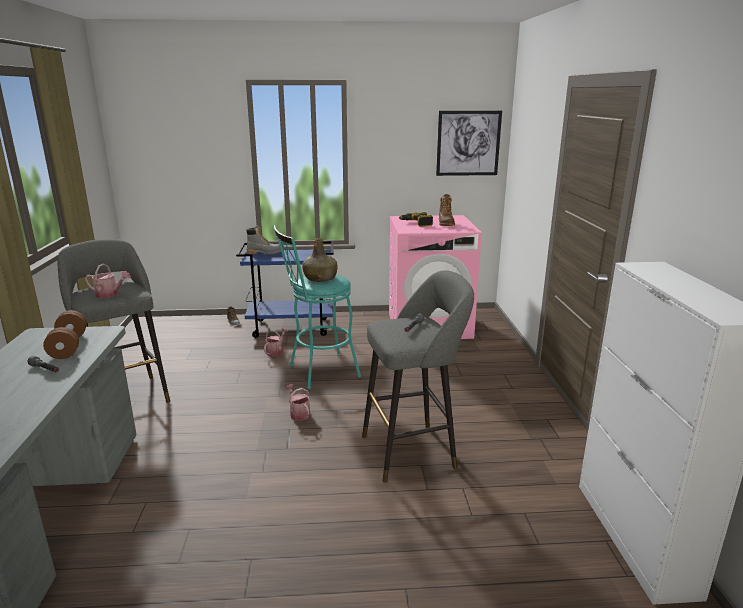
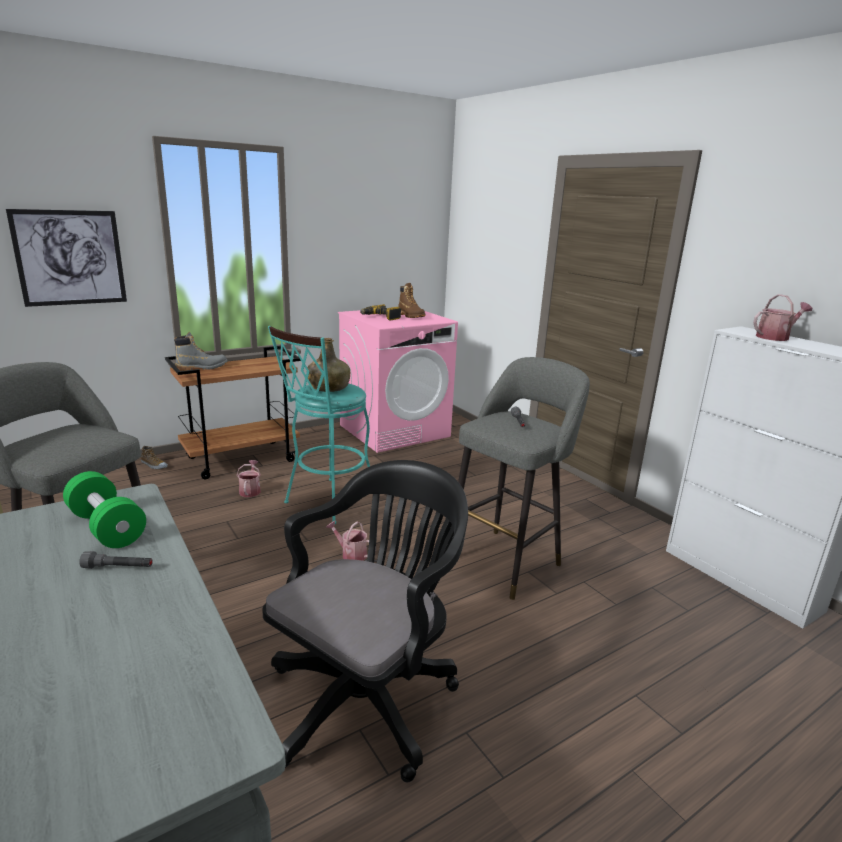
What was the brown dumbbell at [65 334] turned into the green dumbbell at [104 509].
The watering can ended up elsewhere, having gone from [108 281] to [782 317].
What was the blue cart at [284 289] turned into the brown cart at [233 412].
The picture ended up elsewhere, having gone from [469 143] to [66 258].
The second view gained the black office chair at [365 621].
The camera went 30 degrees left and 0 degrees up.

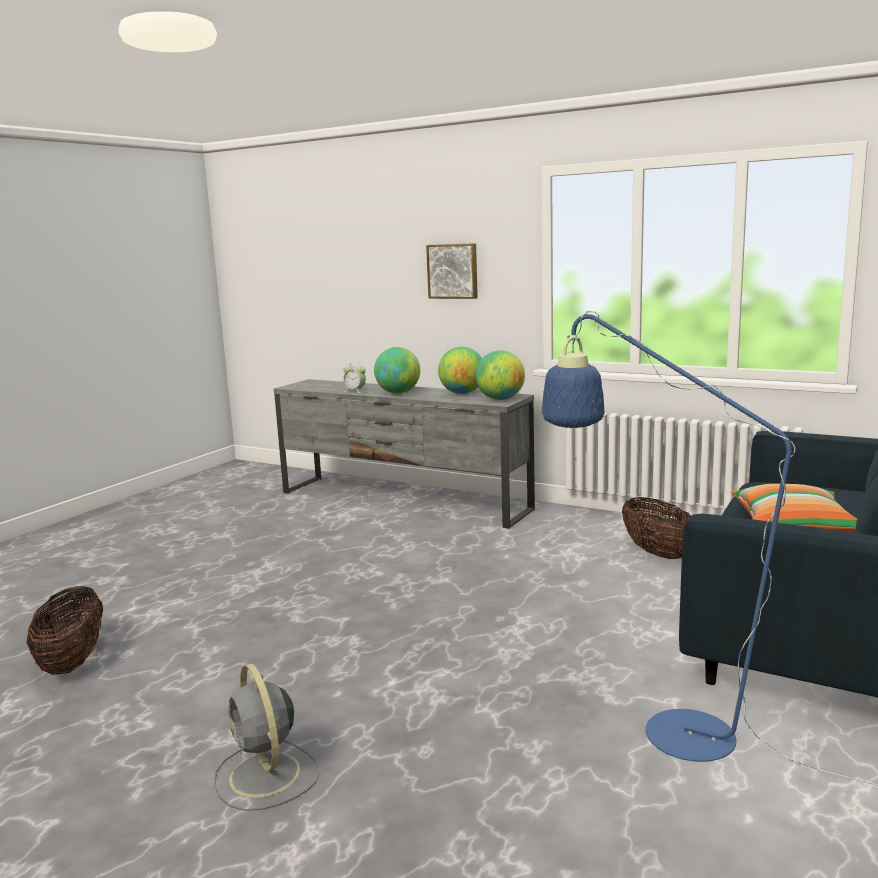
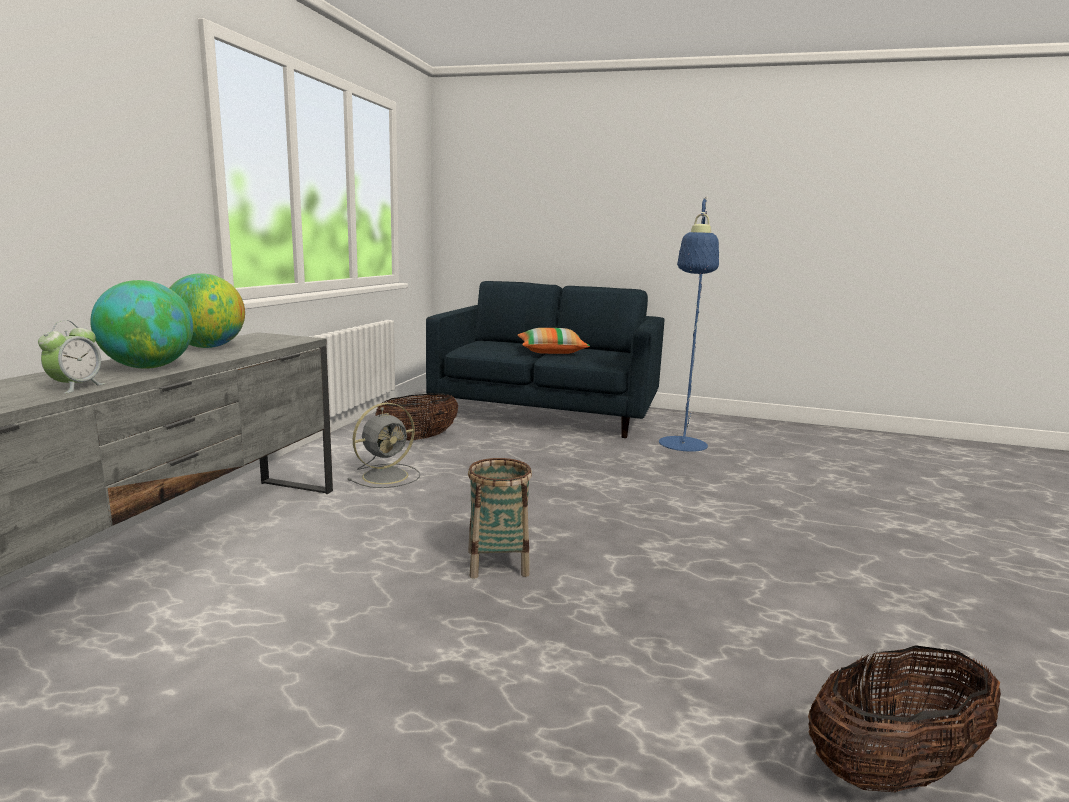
The grey fan ended up elsewhere, having gone from [267 737] to [384 445].
The second view lost the picture at [452 271].
The second view lost the globe at [500 375].
The second view gained the basket at [500 518].
The camera went 105 degrees left and 0 degrees up.

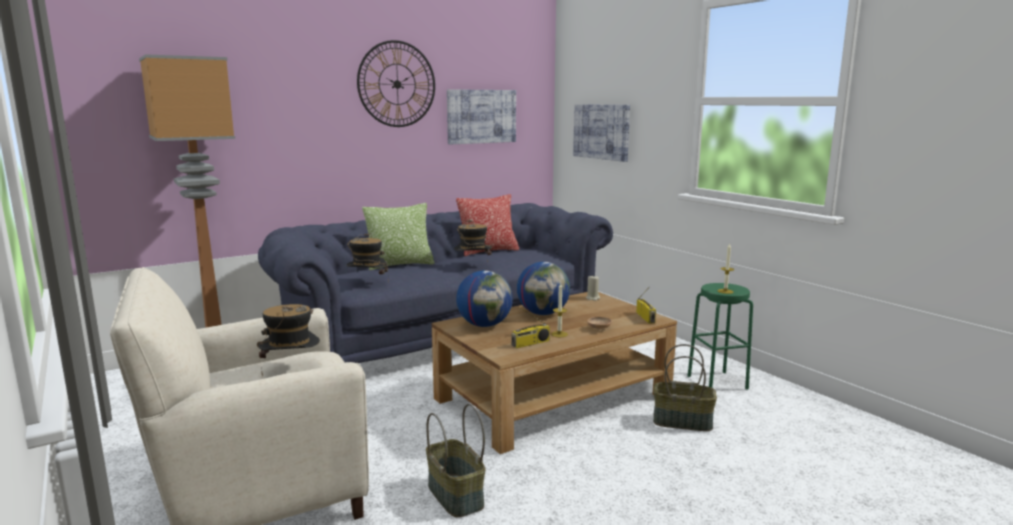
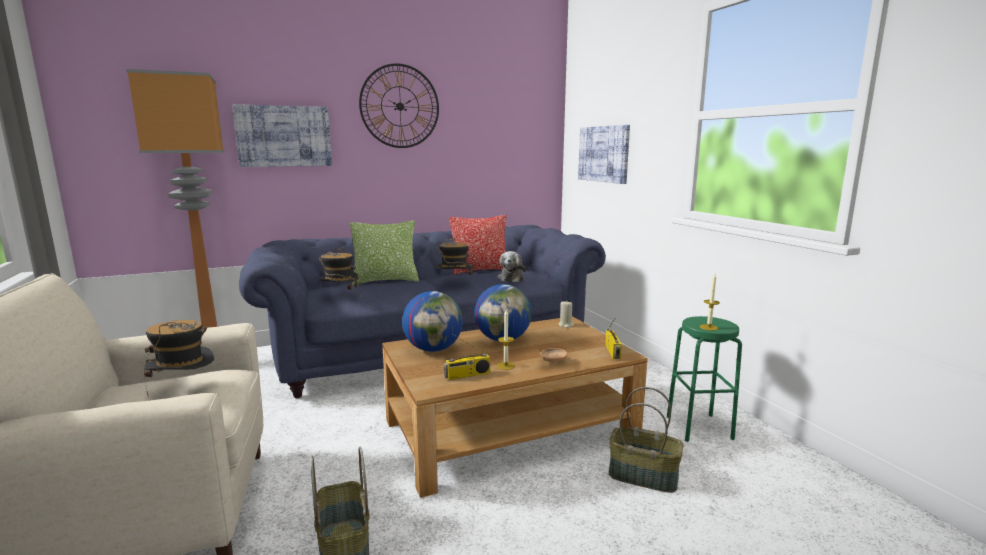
The picture ended up elsewhere, having gone from [481 116] to [282 135].
The second view gained the plush toy at [512 266].
The camera went 10 degrees right and 0 degrees up.

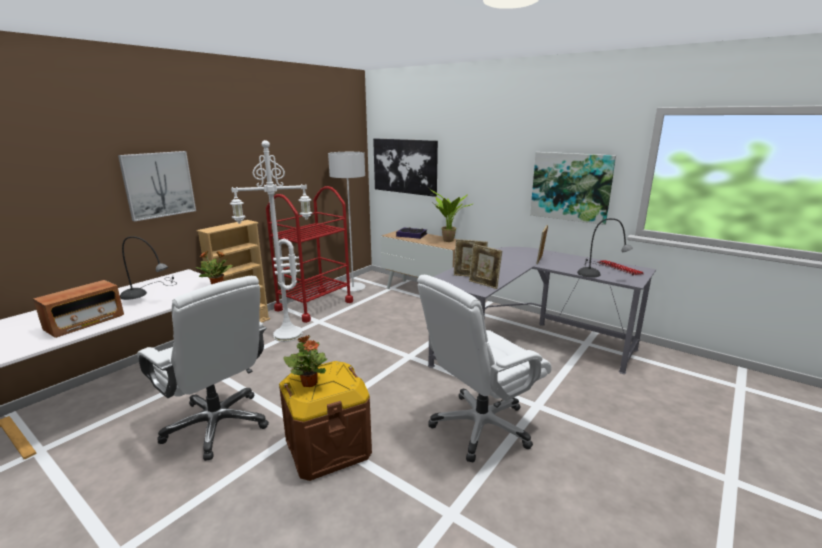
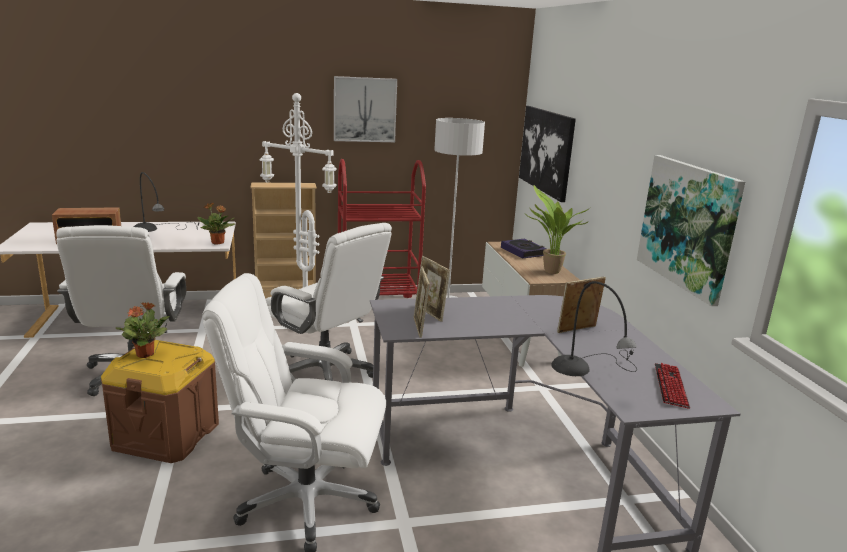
The picture ended up elsewhere, having gone from [157 186] to [365 109].
The second view gained the white office chair at [329 302].
The camera went 40 degrees right and 0 degrees up.

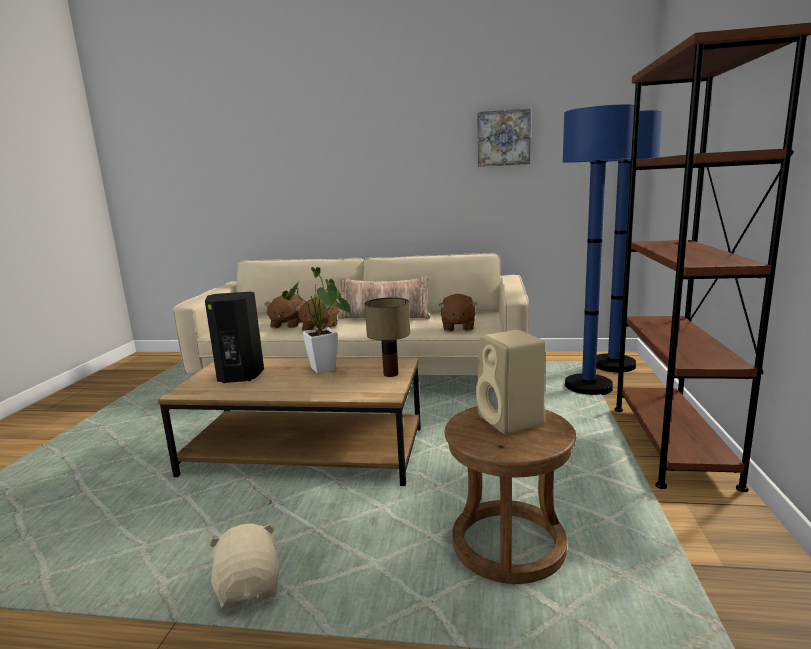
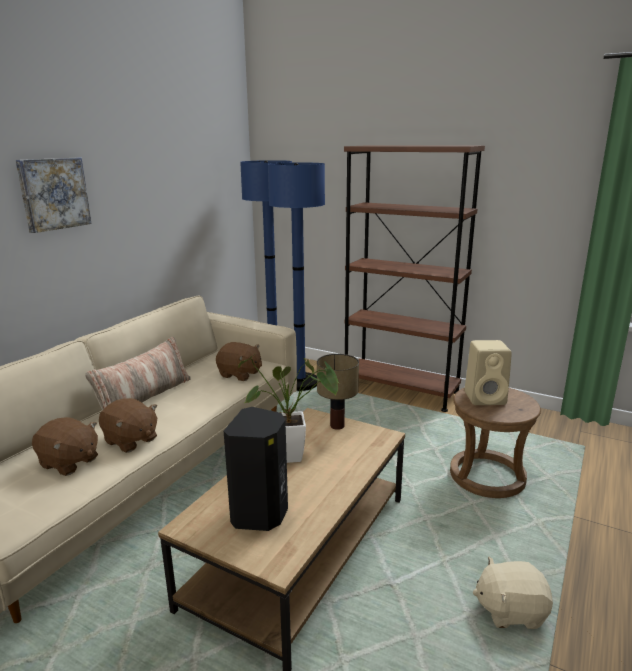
The picture ended up elsewhere, having gone from [504 137] to [53 195].
The camera went 70 degrees left and 5 degrees up.

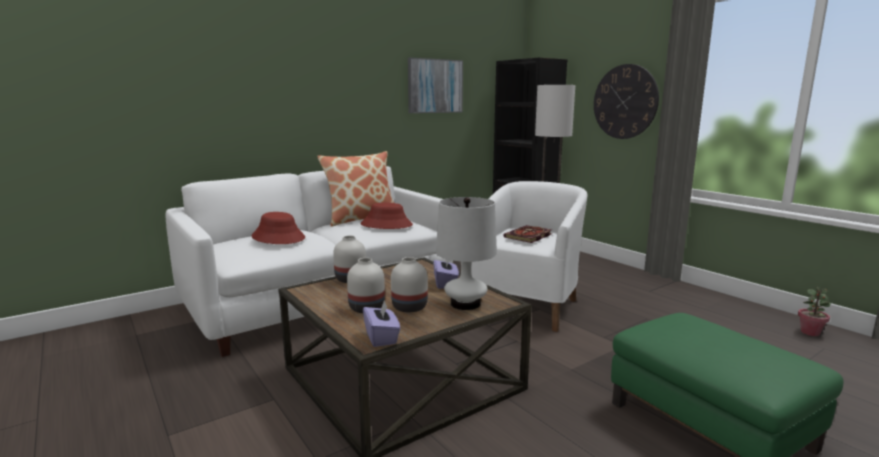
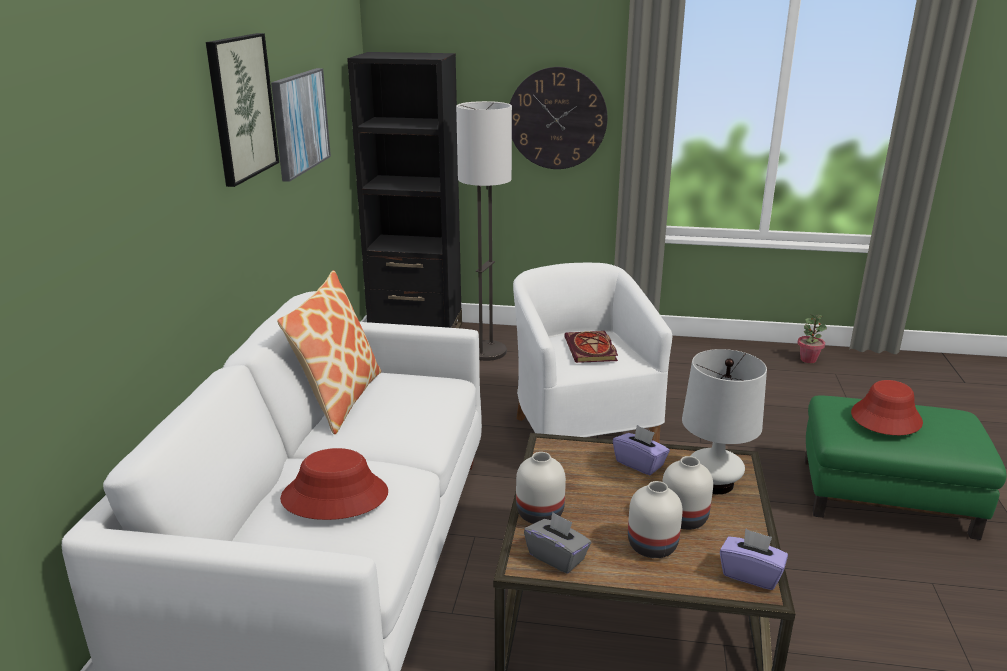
The red hat ended up elsewhere, having gone from [387 216] to [887 407].
The second view gained the picture at [242 110].
The second view gained the grey tissue box at [557 543].
The camera went 45 degrees left and 10 degrees up.

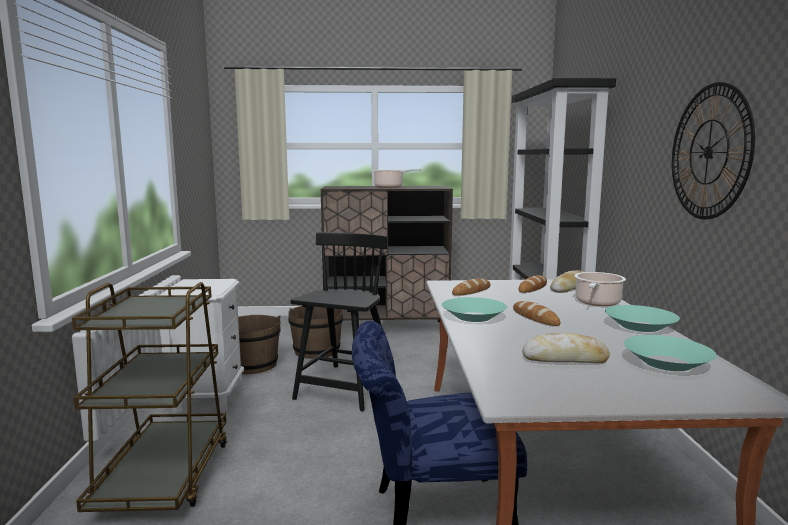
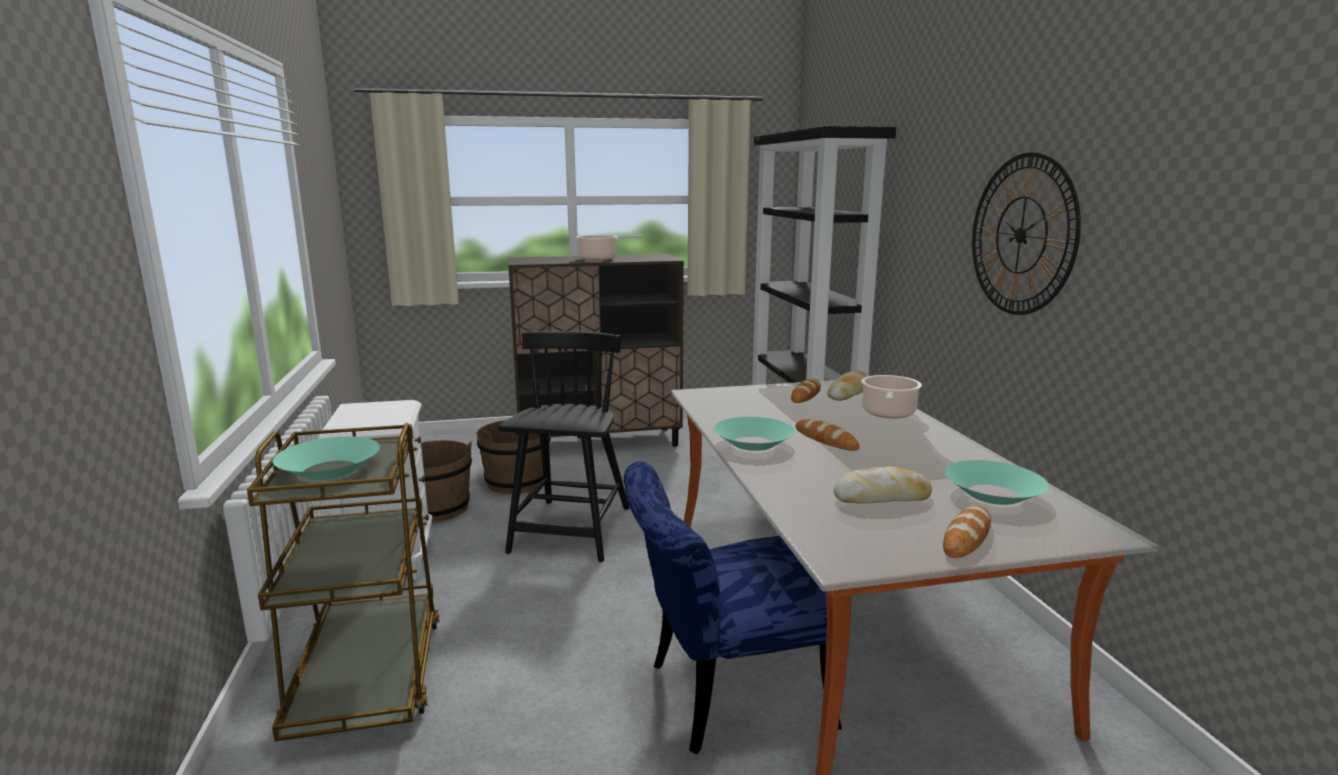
The bread ended up elsewhere, having gone from [471 287] to [967 532].
The turquoise bowl ended up elsewhere, having gone from [642 318] to [326 458].
The camera went 10 degrees left and 5 degrees up.

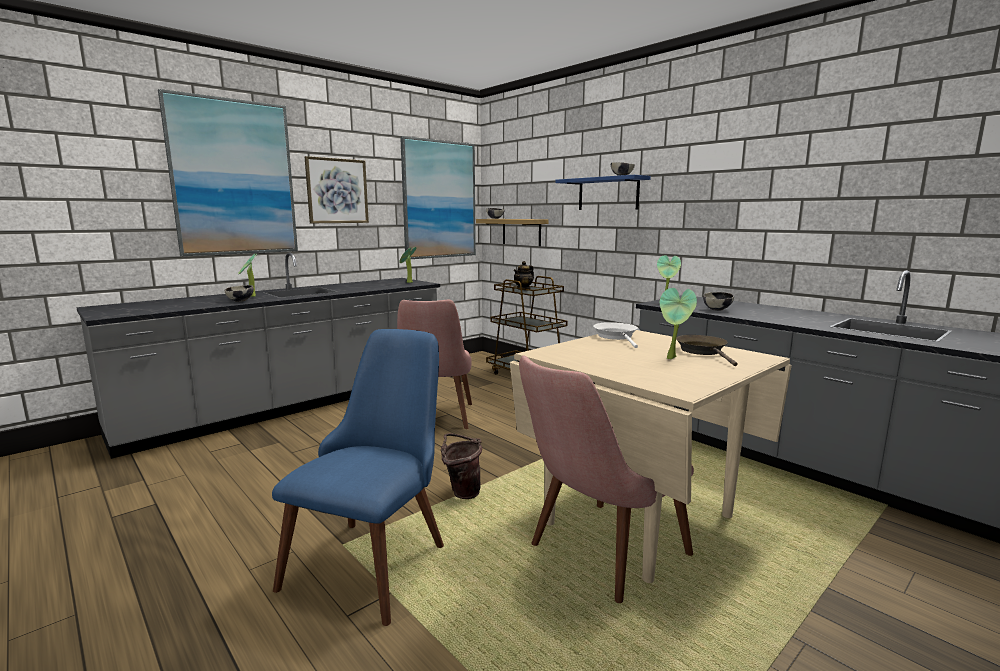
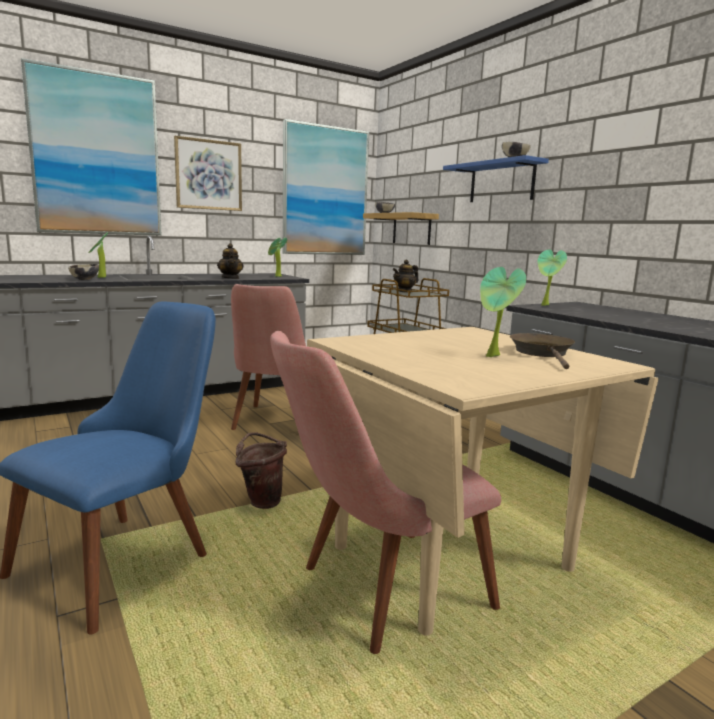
The second view lost the white frying pan at [615 335].
The second view lost the bowl at [718 301].
The second view gained the teapot at [230 261].
The camera went 10 degrees right and 0 degrees up.

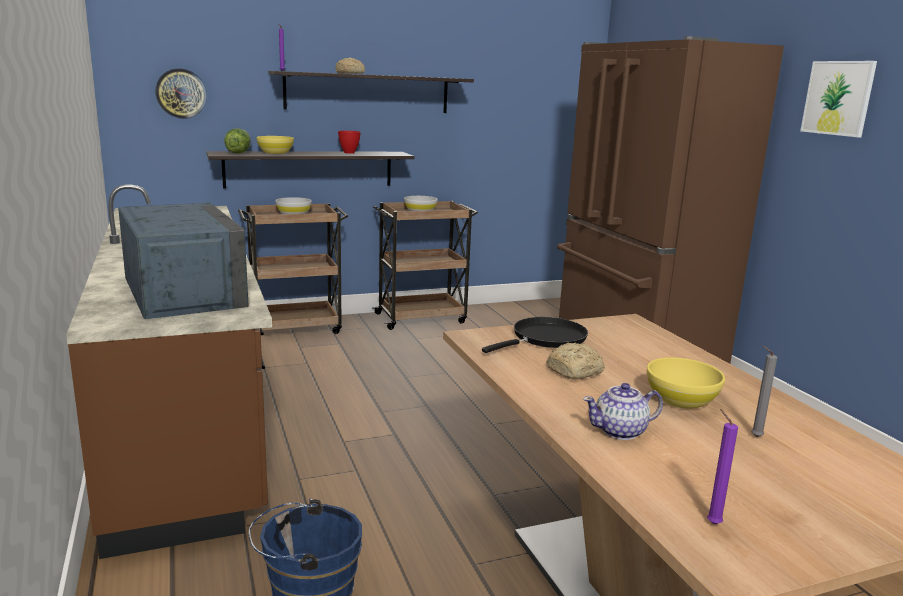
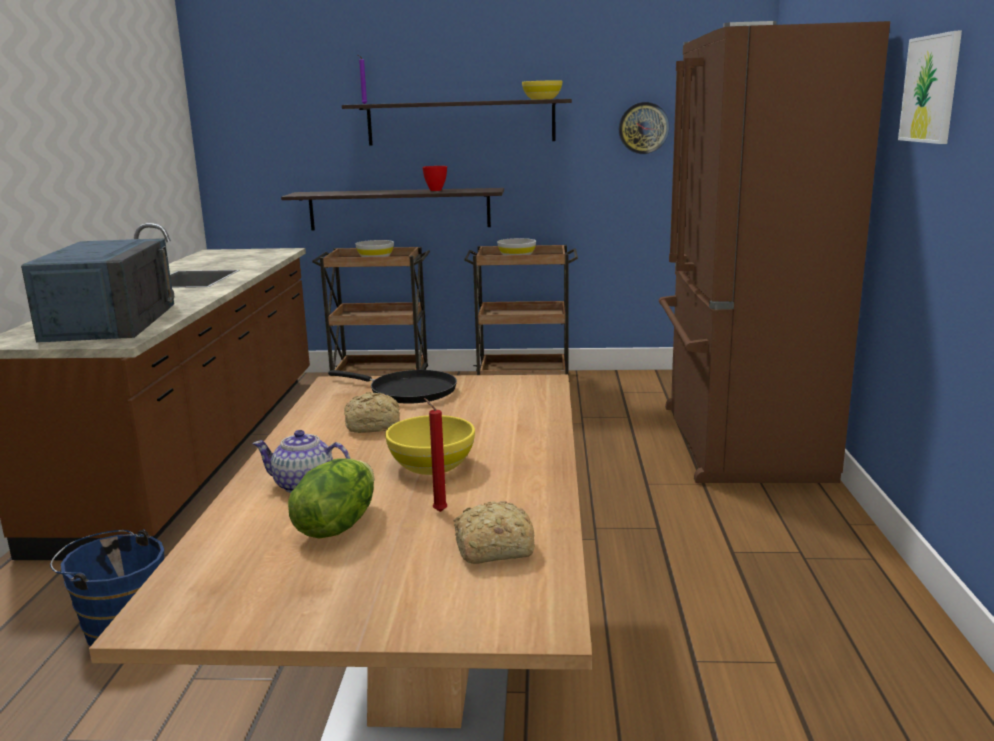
The wall clock ended up elsewhere, having gone from [181 93] to [644 128].
The lettuce ended up elsewhere, having gone from [237 140] to [331 498].
The yellow bowl ended up elsewhere, having gone from [275 145] to [542 90].
The bread ended up elsewhere, having gone from [350 65] to [494 532].
The black frying pan at [535 335] ended up facing another way, 45 degrees clockwise from before.
The second view lost the purple candle at [722 466].
What was the grey candle at [764 391] turned into the red candle at [435 455].
The camera went 25 degrees right and 0 degrees up.

